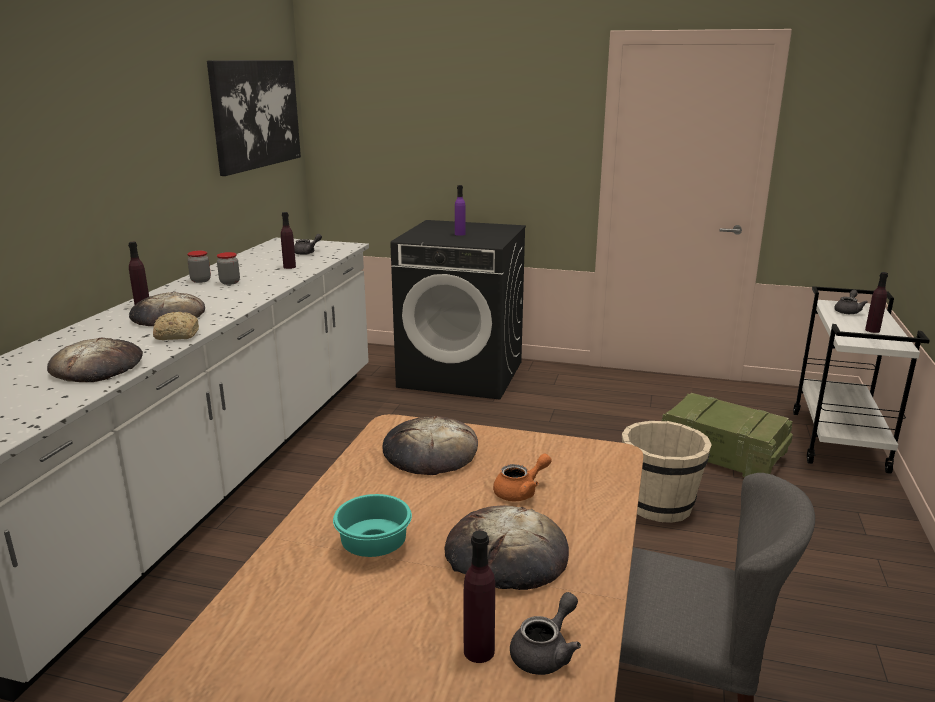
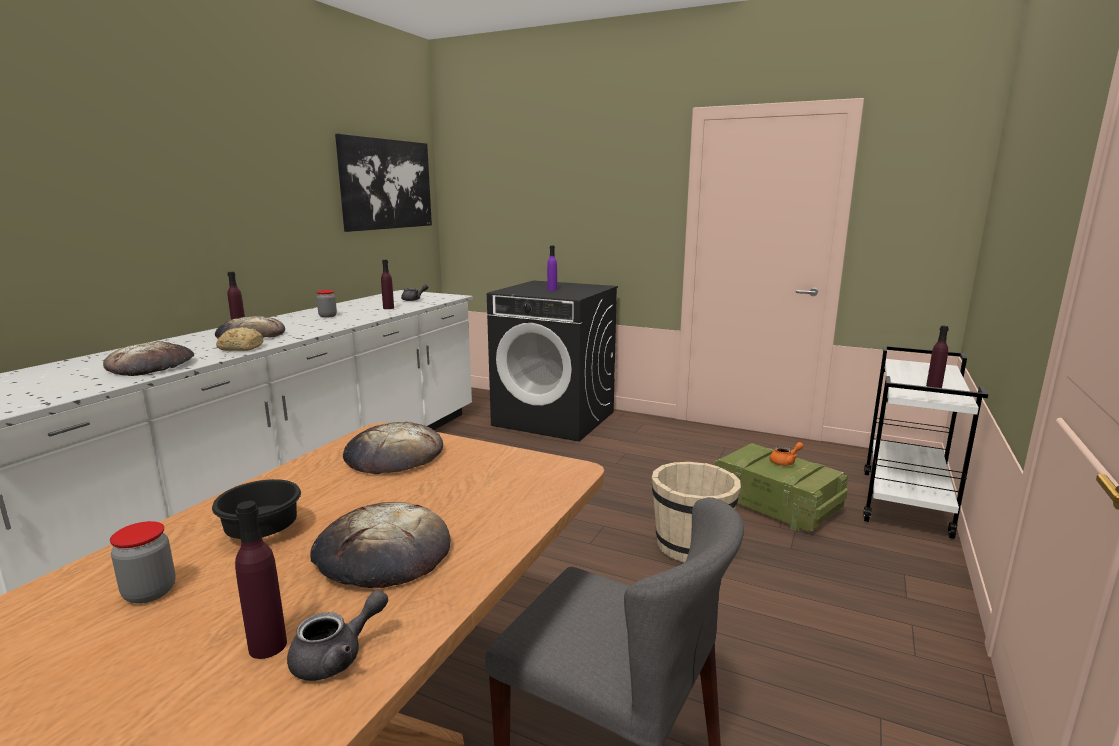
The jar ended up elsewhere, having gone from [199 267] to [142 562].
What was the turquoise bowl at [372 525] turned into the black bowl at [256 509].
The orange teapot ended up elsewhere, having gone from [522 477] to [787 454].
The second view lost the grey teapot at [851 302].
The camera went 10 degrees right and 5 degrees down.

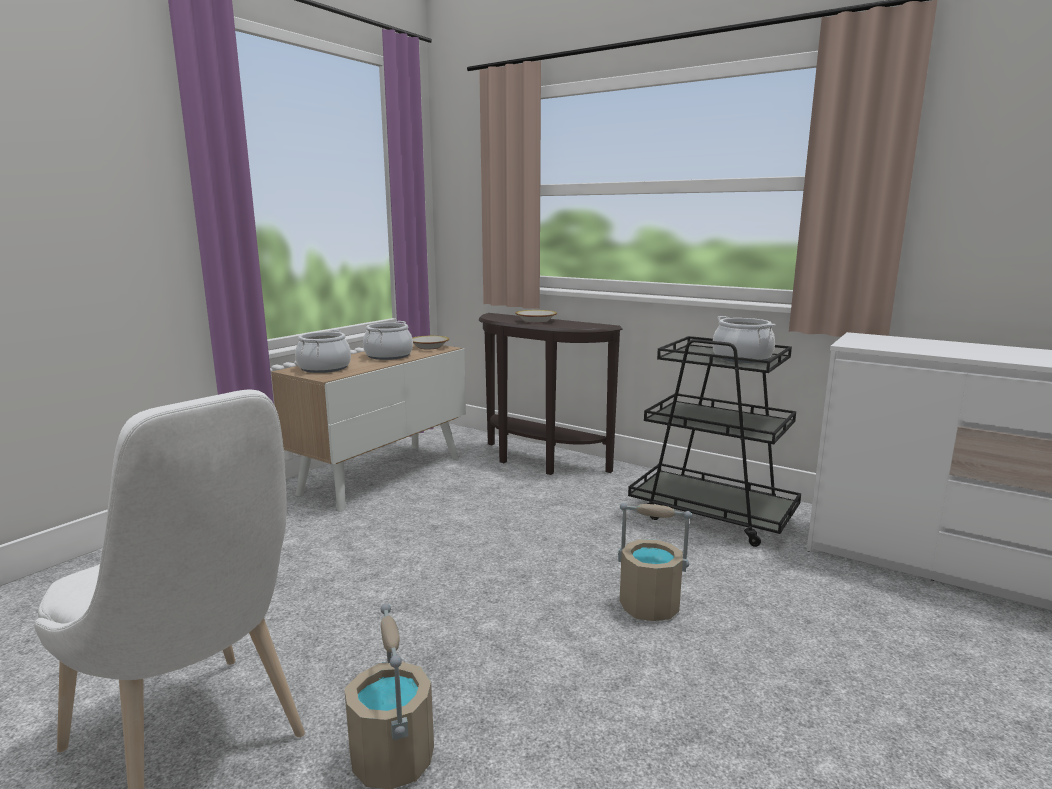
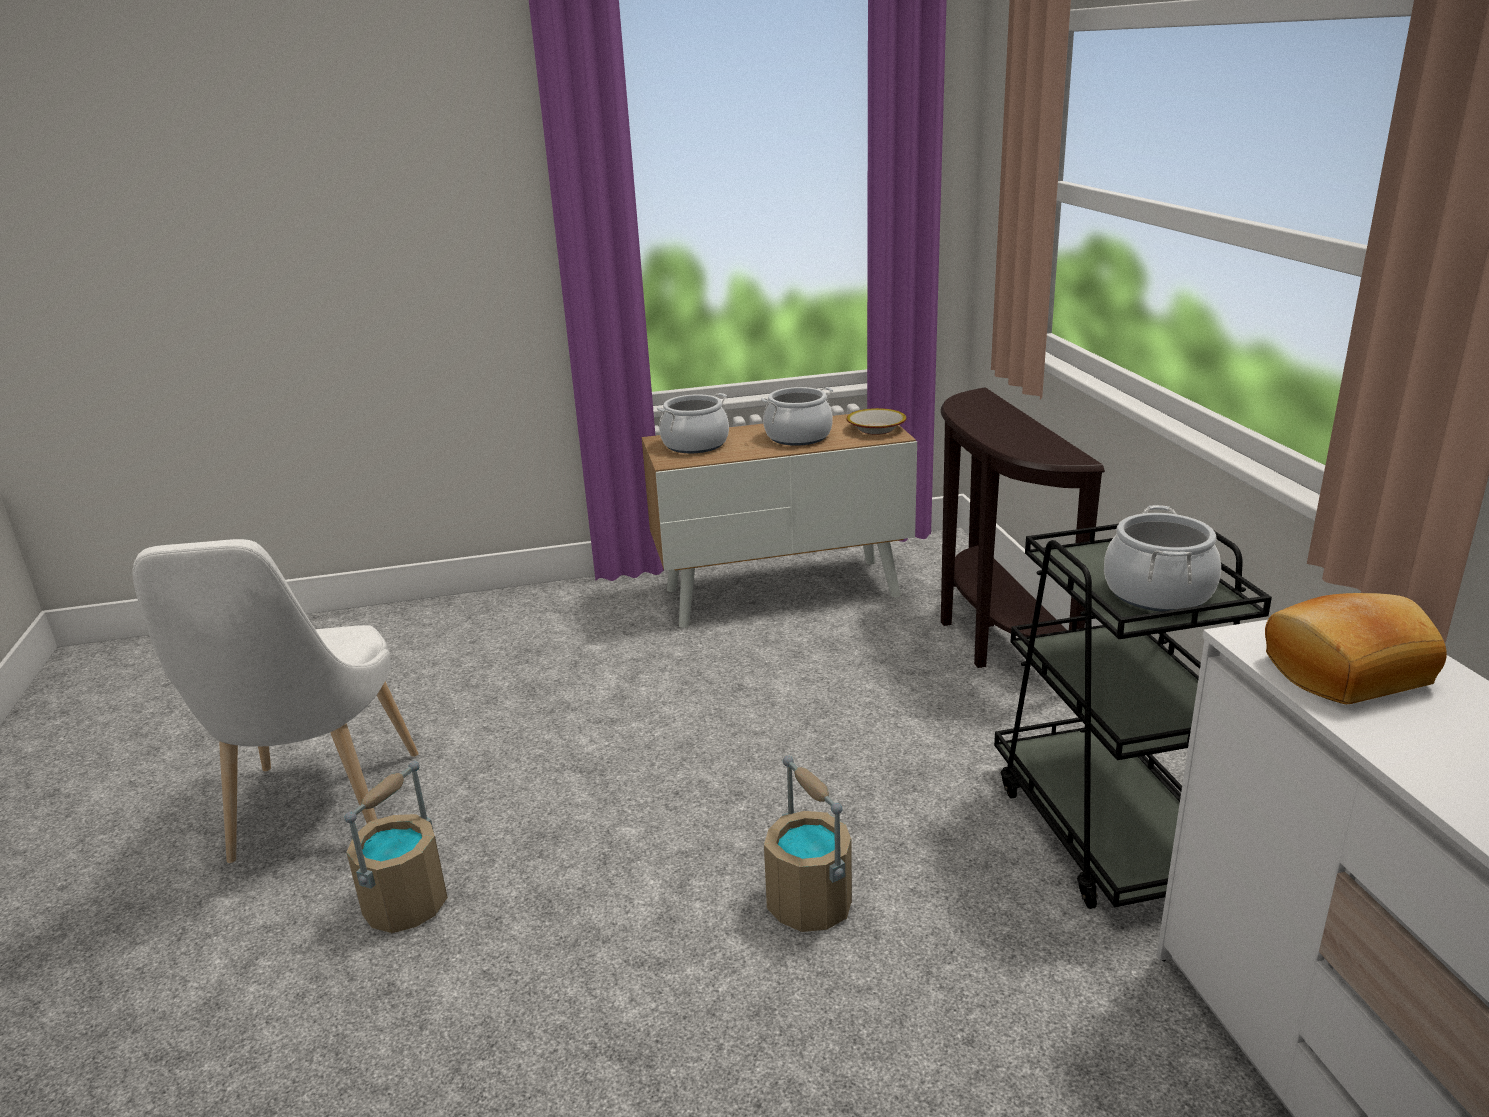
The second view lost the bowl at [536 316].
The second view gained the bread at [1356 648].
The camera went 45 degrees right and 10 degrees up.

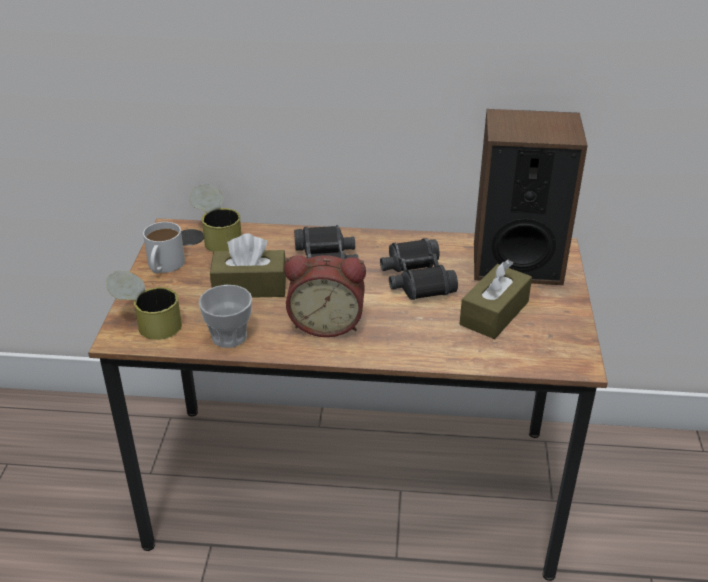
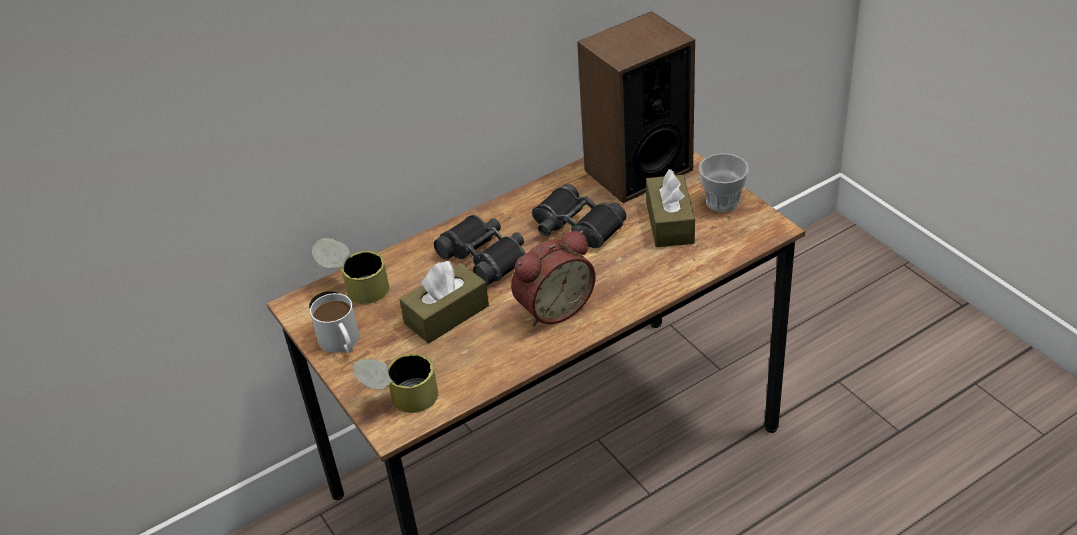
The cup ended up elsewhere, having gone from [225 316] to [724 182].
The camera went 35 degrees left and 5 degrees up.

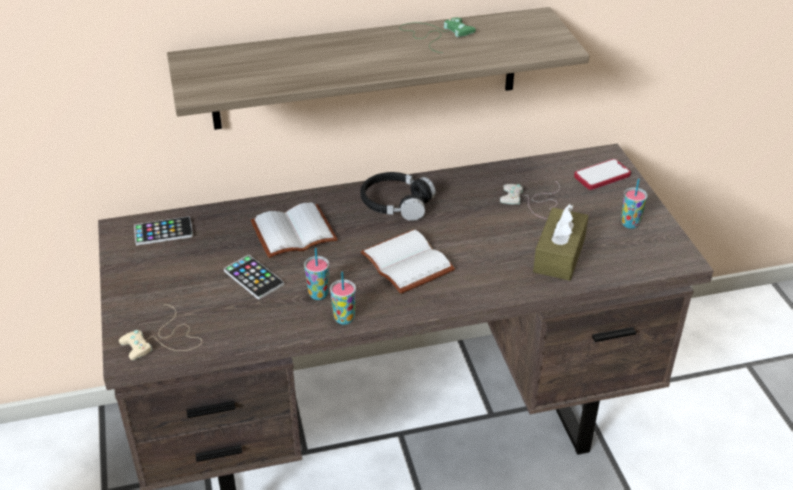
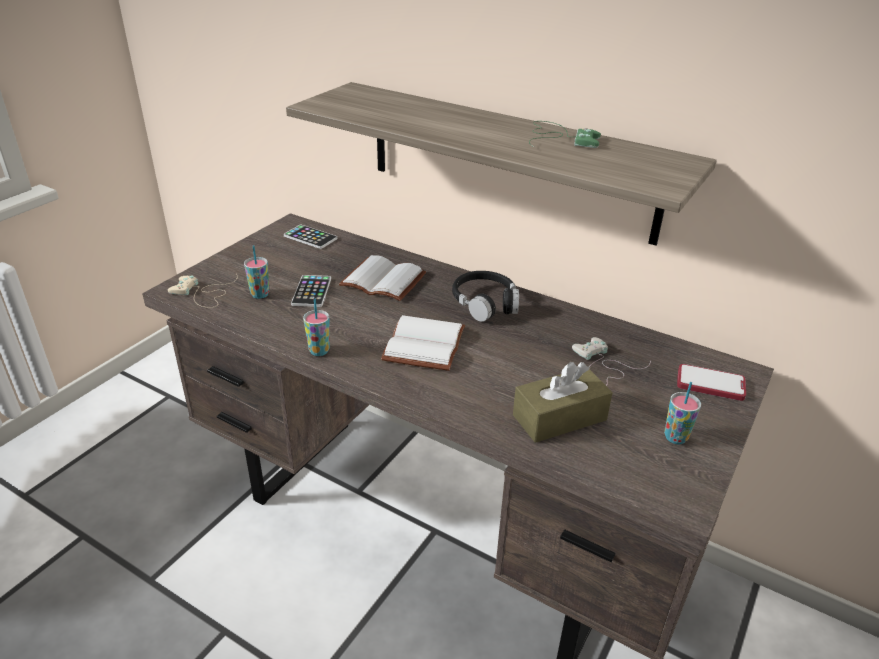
The cup ended up elsewhere, having gone from [316 274] to [256 272].
The camera went 45 degrees right and 5 degrees down.

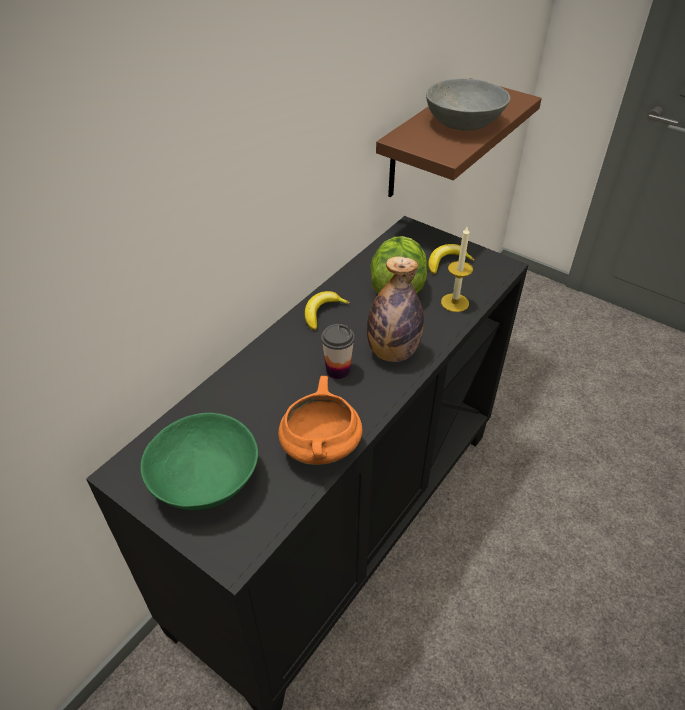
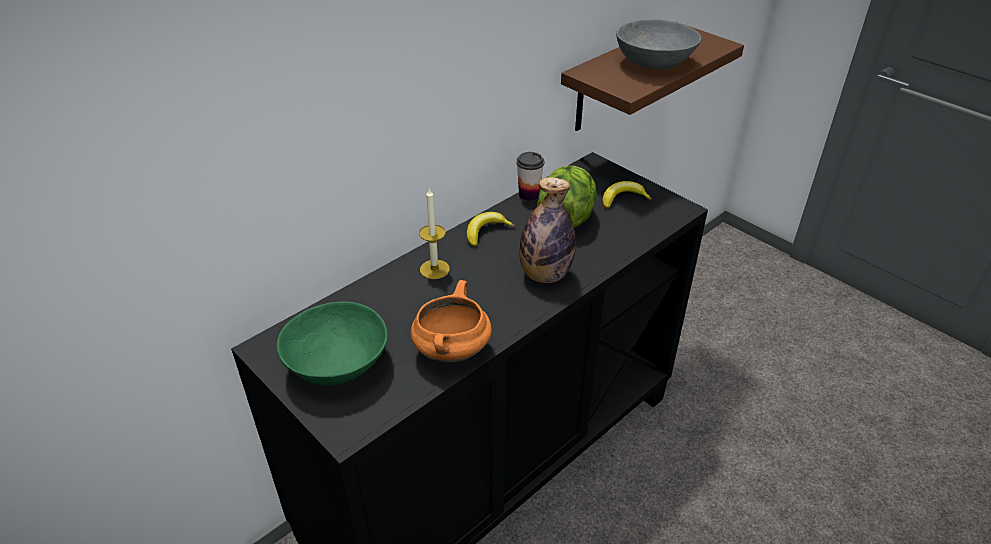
The cup ended up elsewhere, having gone from [338 351] to [530 176].
The candle ended up elsewhere, having gone from [457 268] to [434 233].
The camera went 10 degrees right and 5 degrees down.

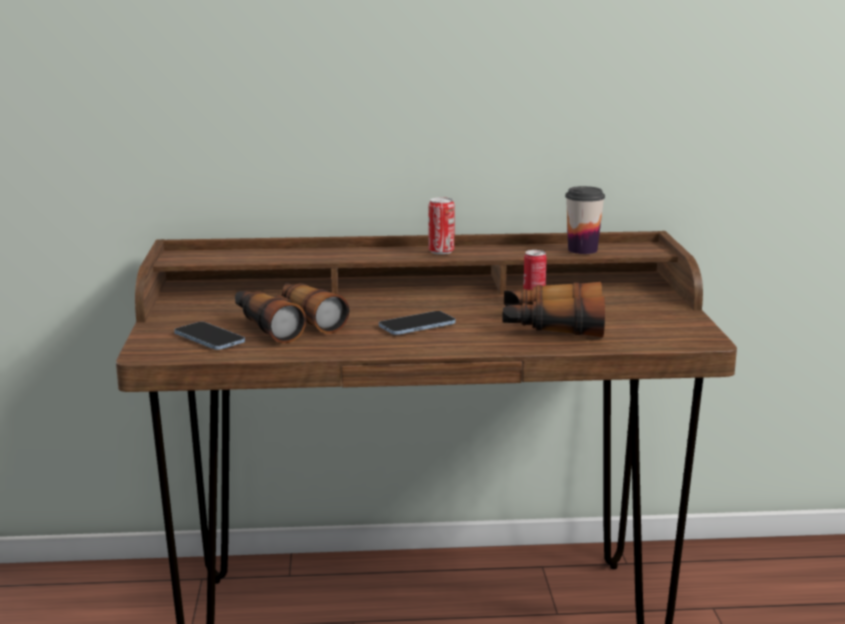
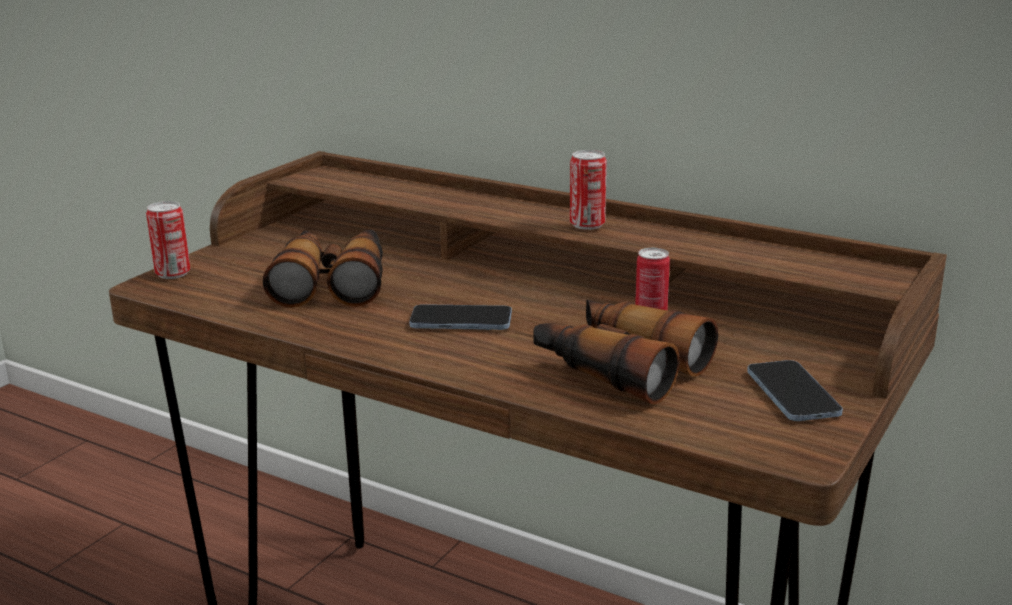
The phone ended up elsewhere, having gone from [209 336] to [795 390].
The second view lost the cup at [585 220].
The second view gained the can at [168 240].
The camera went 35 degrees right and 5 degrees up.

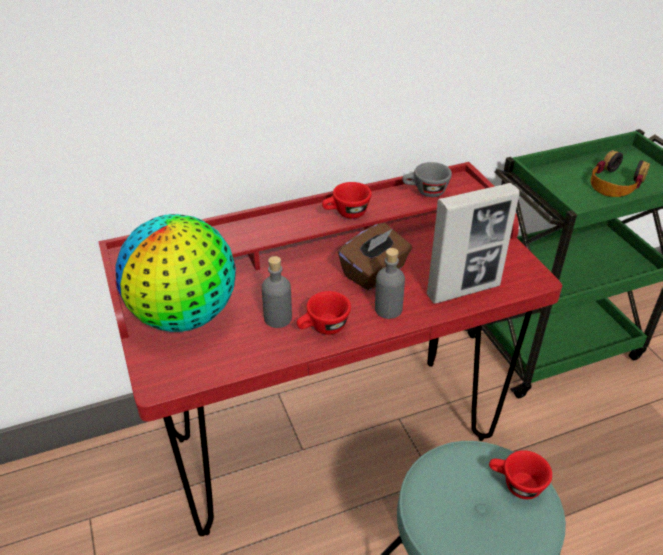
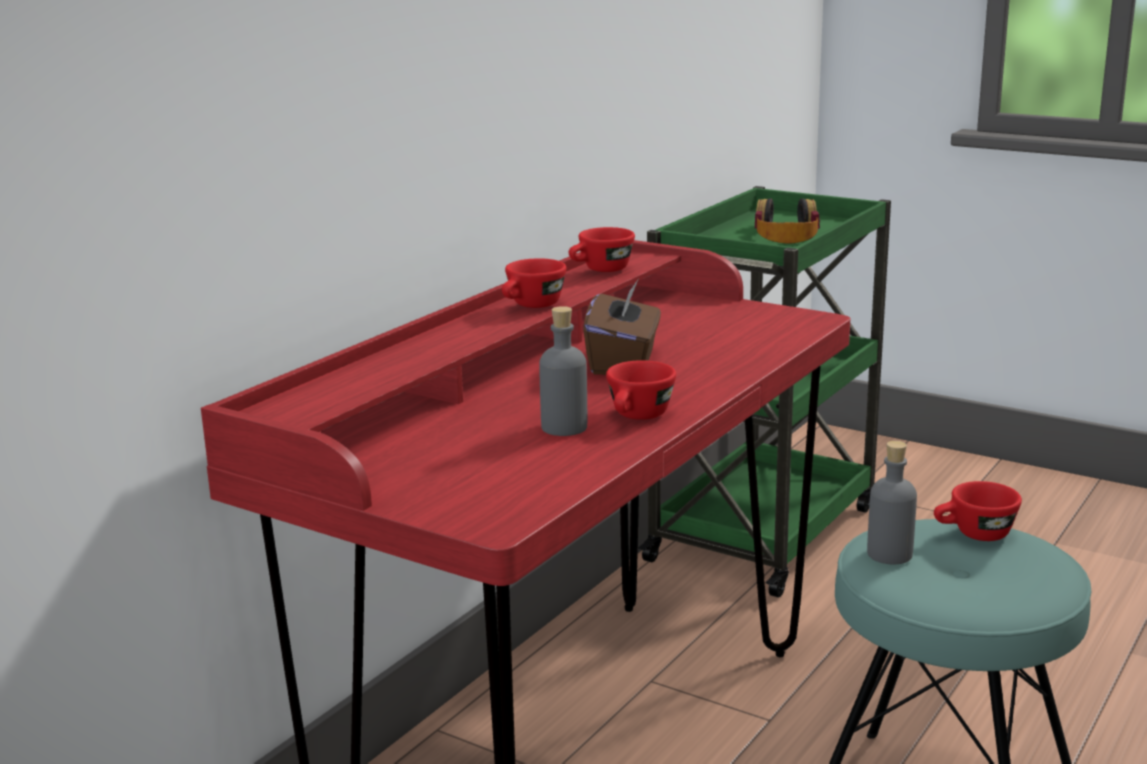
The second view lost the globe at [175 273].
The grey bottle ended up elsewhere, having gone from [390 283] to [892 502].
What was the grey cup at [427 179] turned into the red cup at [602 249].
The second view lost the picture frame at [473 243].
The camera went 35 degrees left and 20 degrees down.

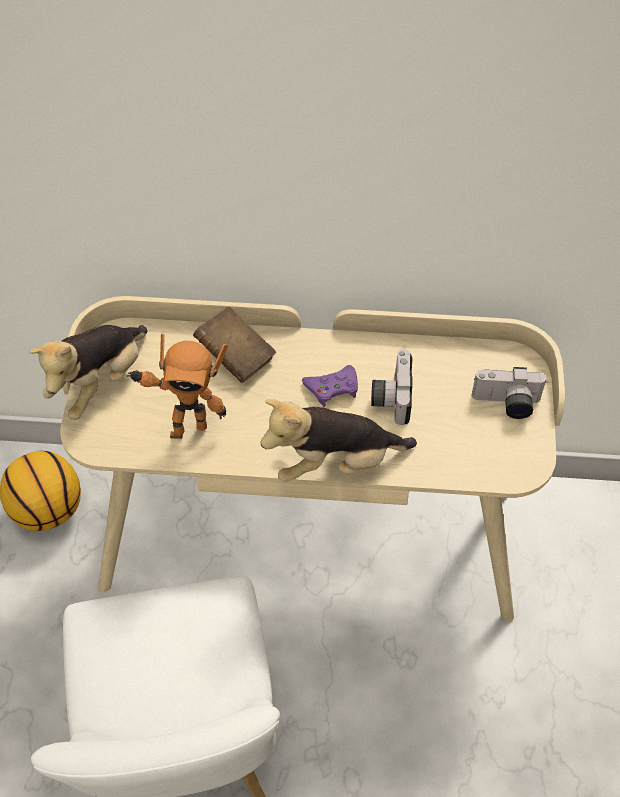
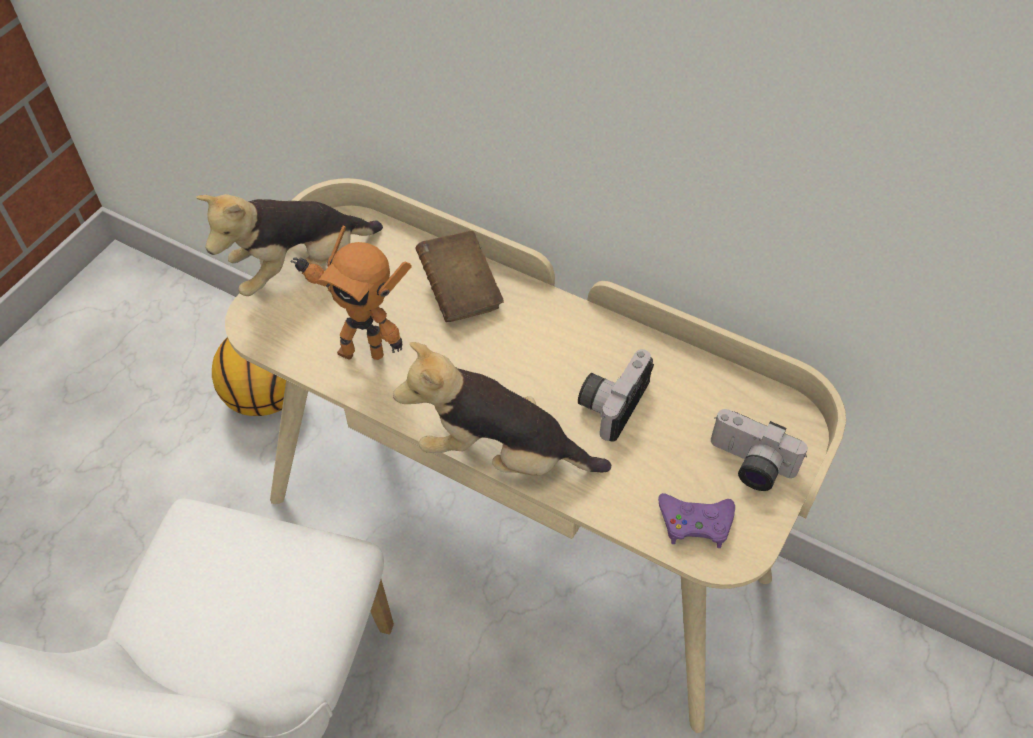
The purple game controller ended up elsewhere, having gone from [330 386] to [696 520].
The camera went 25 degrees right and 0 degrees up.

